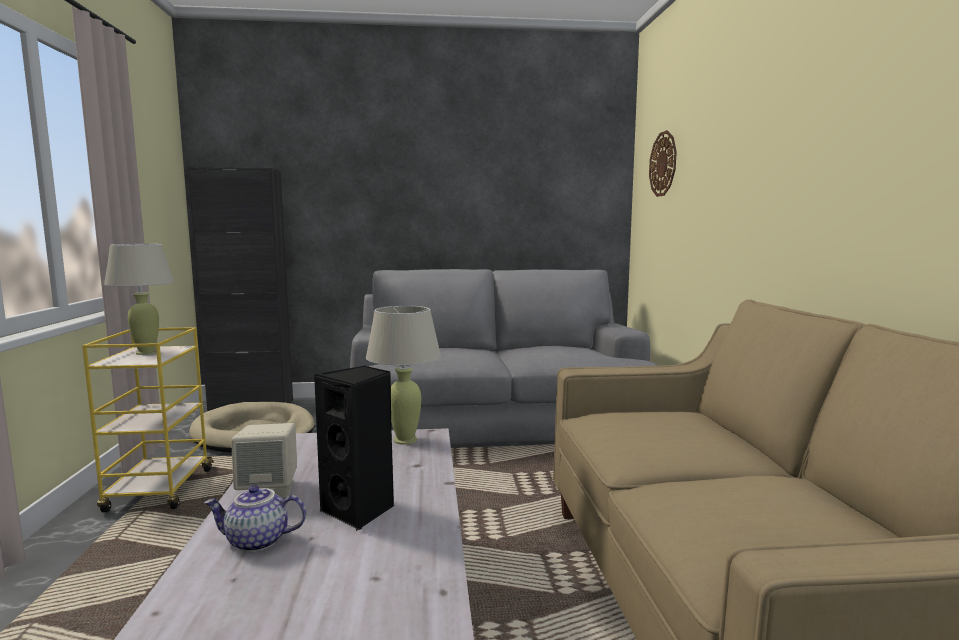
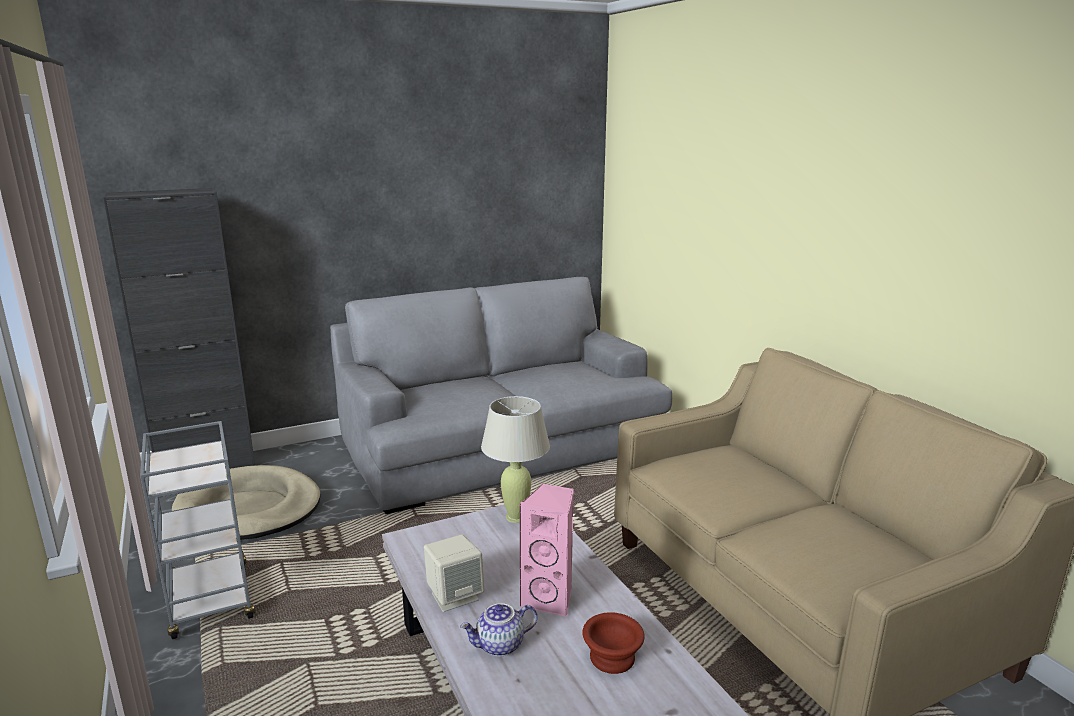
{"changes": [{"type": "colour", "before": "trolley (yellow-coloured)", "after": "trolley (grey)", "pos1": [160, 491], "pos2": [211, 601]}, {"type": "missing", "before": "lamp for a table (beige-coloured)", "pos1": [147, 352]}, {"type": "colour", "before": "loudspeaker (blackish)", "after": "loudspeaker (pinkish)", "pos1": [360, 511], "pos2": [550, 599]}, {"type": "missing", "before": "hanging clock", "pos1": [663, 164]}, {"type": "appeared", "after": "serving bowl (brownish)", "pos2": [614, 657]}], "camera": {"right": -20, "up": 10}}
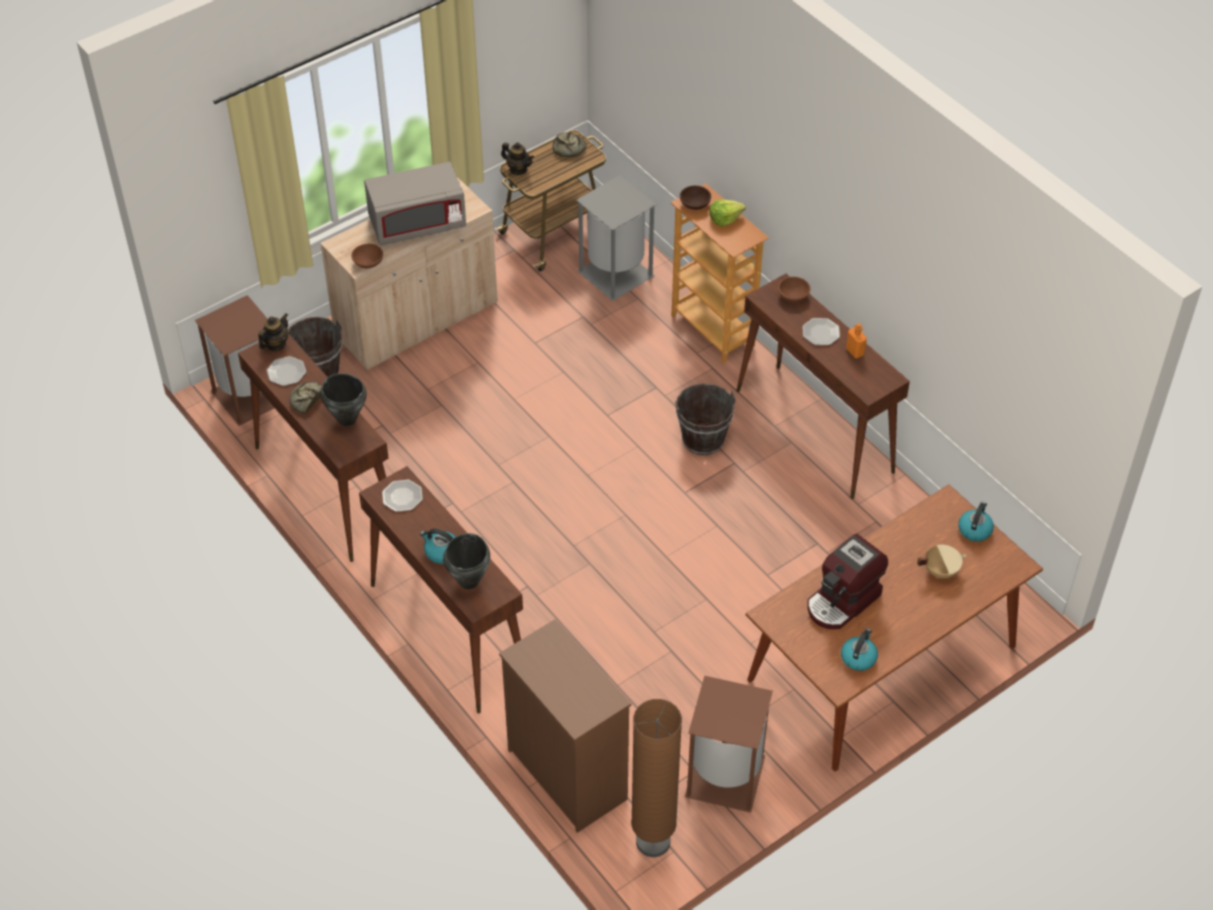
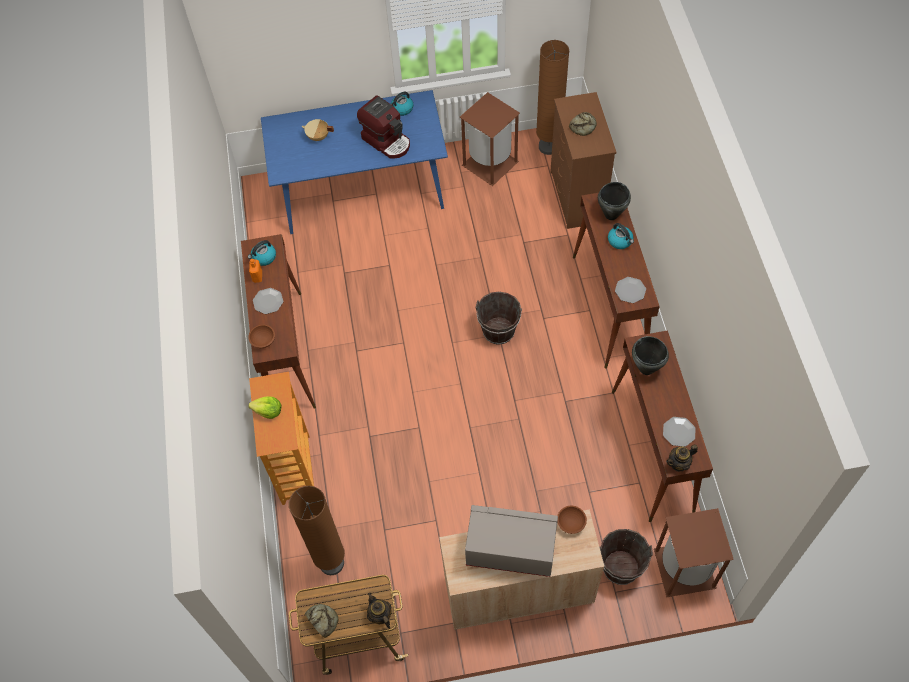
{"changes": [{"type": "relocated", "before": "baked bread", "pos1": [306, 399], "pos2": [583, 126]}, {"type": "exchanged", "before": "rubbish bin (grey)", "after": "floor lamp (brownish)", "pos1": [617, 274], "pos2": [331, 563]}, {"type": "relocated", "before": "bucket (brownish)", "pos1": [703, 440], "pos2": [498, 331]}, {"type": "missing", "before": "serving bowl (brownish)", "pos1": [694, 204]}, {"type": "colour", "before": "dining table (brownish)", "after": "dining table (blue)", "pos1": [881, 664], "pos2": [362, 187]}, {"type": "spun", "before": "coffee brewer", "pos1": [843, 601], "pos2": [387, 141], "turn": 60}, {"type": "relocated", "before": "water kettle", "pos1": [974, 529], "pos2": [264, 257]}], "camera": {"right": -150, "up": 10}}
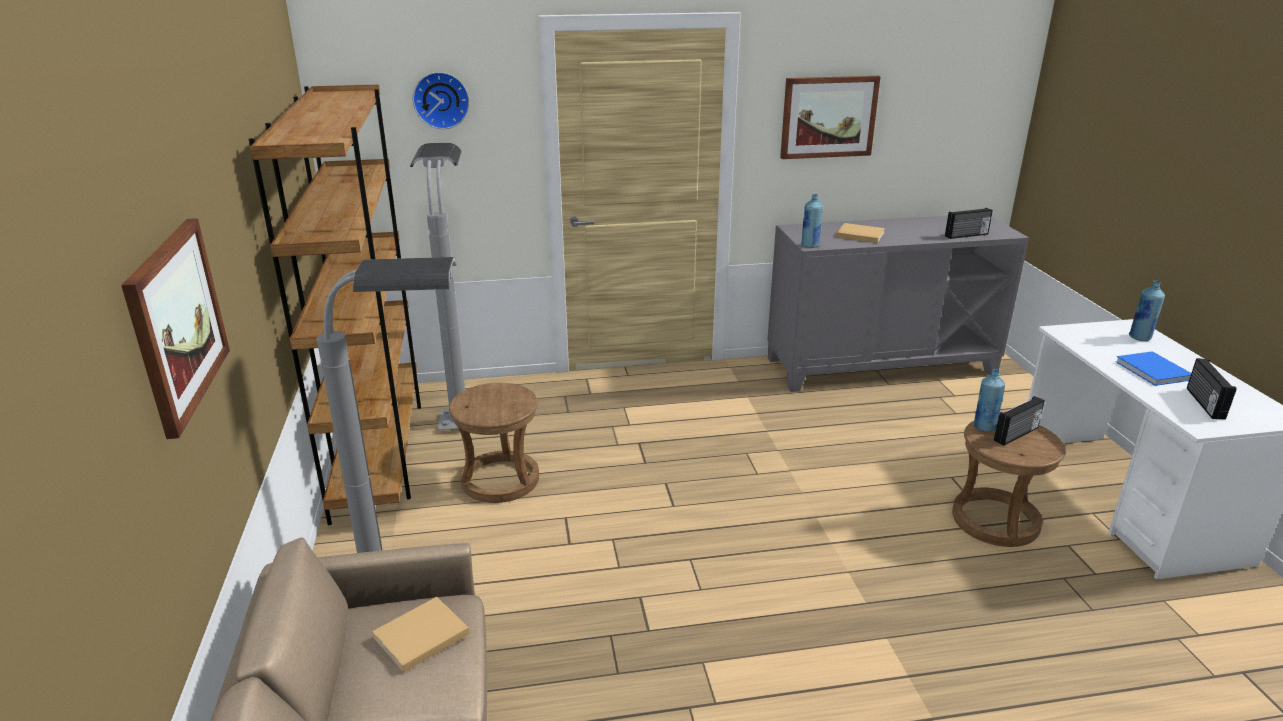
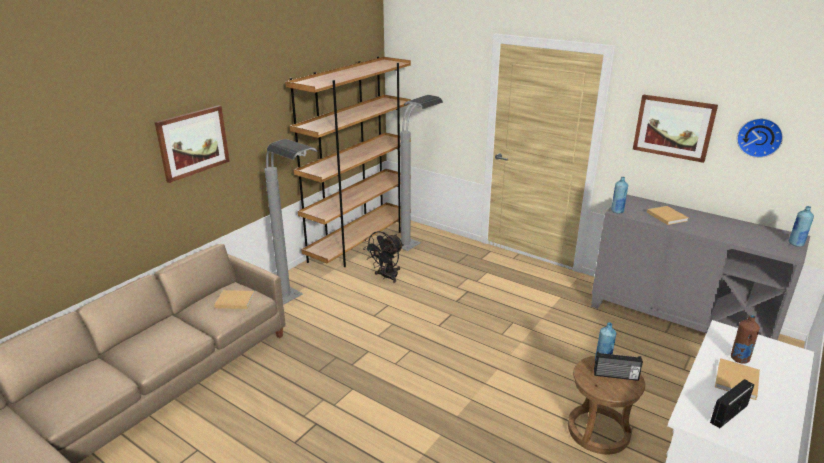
{"changes": [{"type": "relocated", "before": "hanging clock", "pos1": [441, 100], "pos2": [759, 137]}, {"type": "exchanged", "before": "stool seat (brownish)", "after": "electric fan (blackish)", "pos1": [500, 480], "pos2": [386, 277]}, {"type": "missing", "before": "radio receiver", "pos1": [967, 235]}, {"type": "colour", "before": "volume (blue)", "after": "volume (beige-coloured)", "pos1": [1154, 371], "pos2": [736, 381]}, {"type": "relocated", "before": "bottle (blue)", "pos1": [1140, 337], "pos2": [796, 244]}, {"type": "appeared", "after": "bottle (brownish)", "pos2": [739, 358]}], "camera": {"right": 45, "up": 0}}
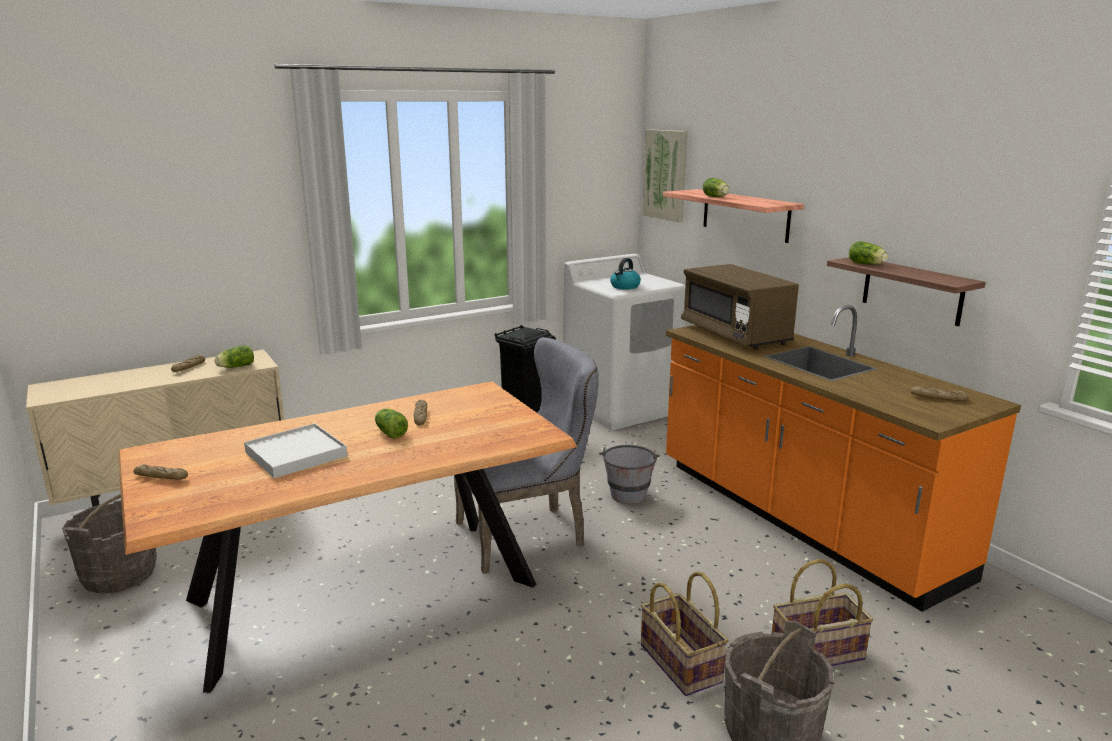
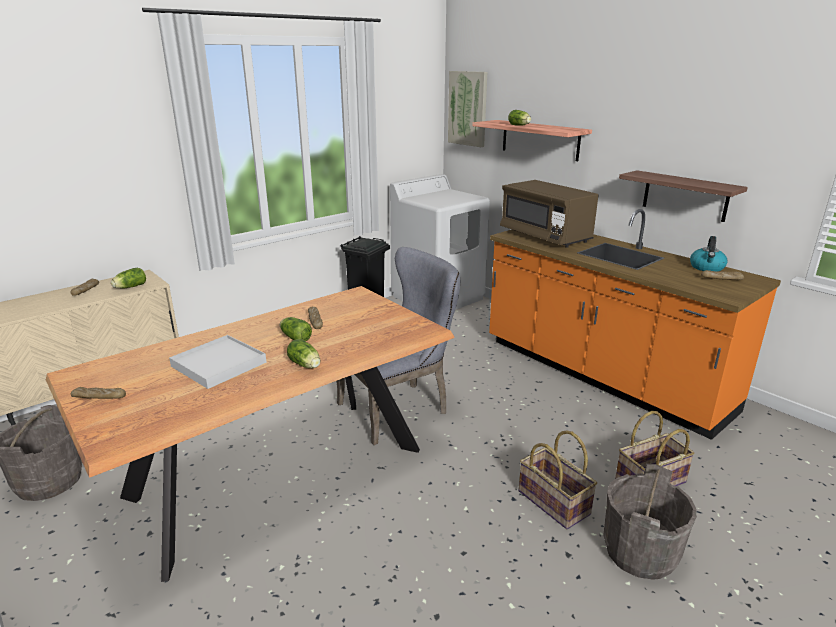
{"changes": [{"type": "missing", "before": "bucket (grey)", "pos1": [628, 492]}, {"type": "relocated", "before": "water kettle", "pos1": [625, 287], "pos2": [707, 268]}, {"type": "relocated", "before": "lettuce head", "pos1": [867, 264], "pos2": [306, 365]}], "camera": {"right": -10, "up": 5}}
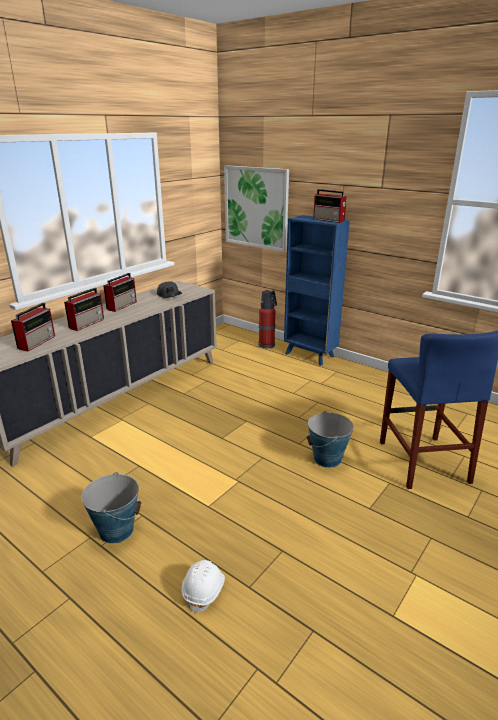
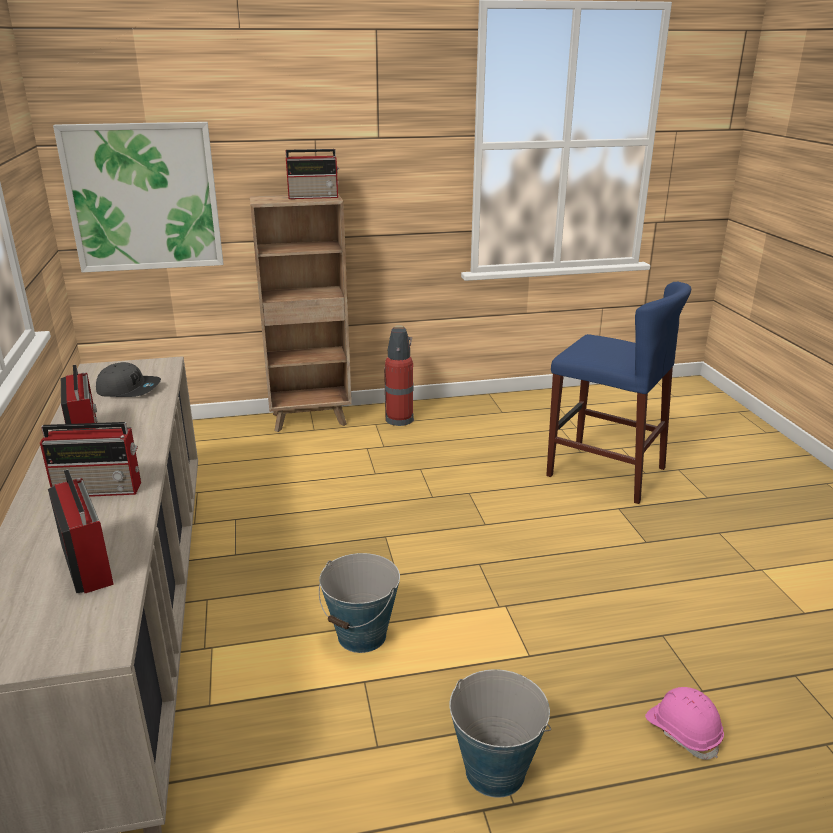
{"changes": [{"type": "spun", "before": "radio receiver", "pos1": [87, 323], "pos2": [100, 489], "turn": 105}, {"type": "colour", "before": "work helmet (white)", "after": "work helmet (pinkish)", "pos1": [204, 590], "pos2": [682, 732]}, {"type": "relocated", "before": "fire extinguisher", "pos1": [267, 345], "pos2": [399, 419]}, {"type": "colour", "before": "bookshelf (blue)", "after": "bookshelf (brownish)", "pos1": [310, 355], "pos2": [311, 419]}, {"type": "relocated", "before": "bucket", "pos1": [327, 459], "pos2": [362, 635]}], "camera": {"right": -50, "up": 0}}
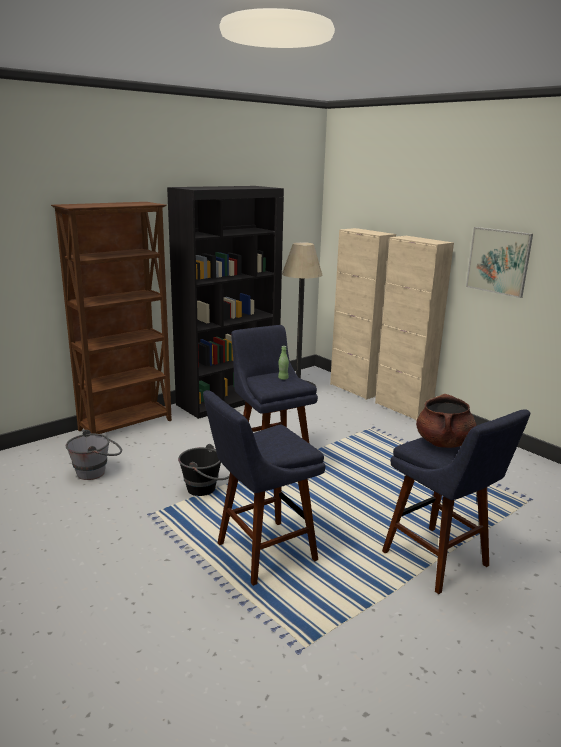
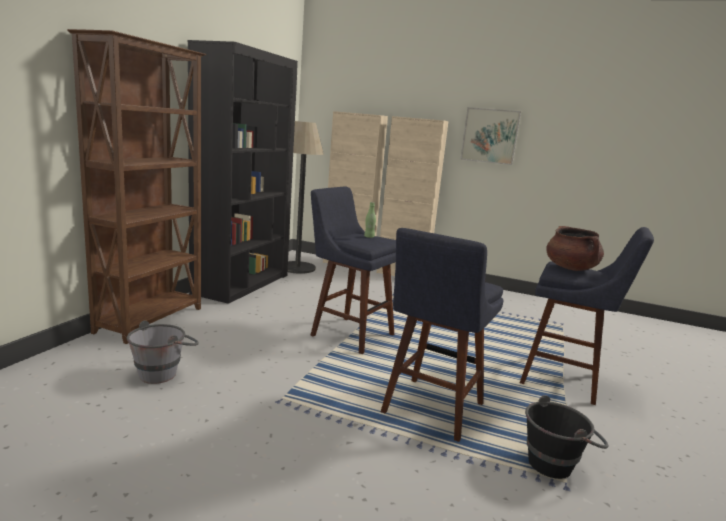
{"changes": [{"type": "relocated", "before": "bucket (blackish)", "pos1": [207, 489], "pos2": [557, 464]}], "camera": {"right": -30, "up": -5}}
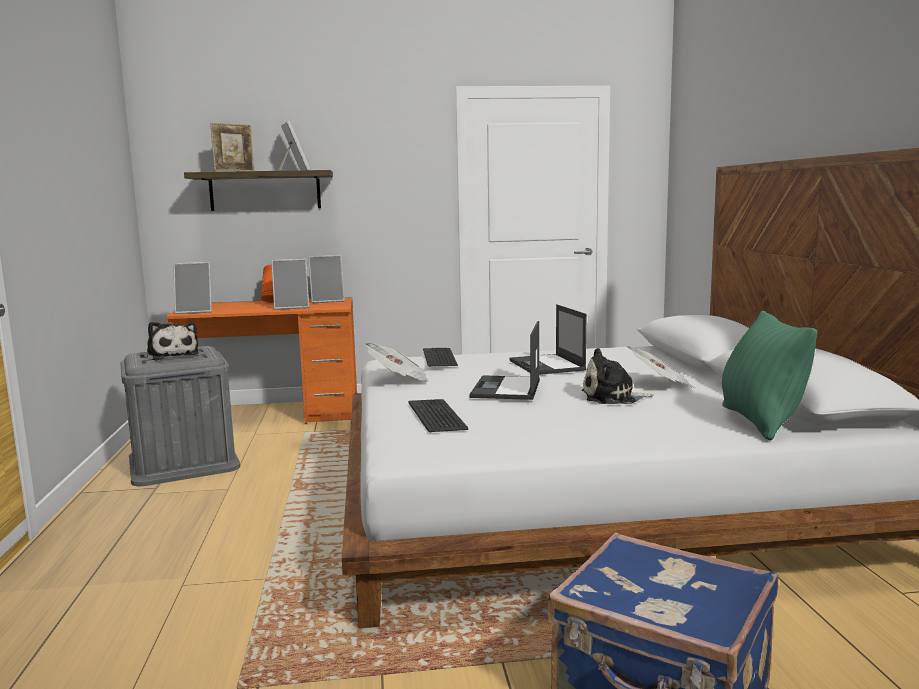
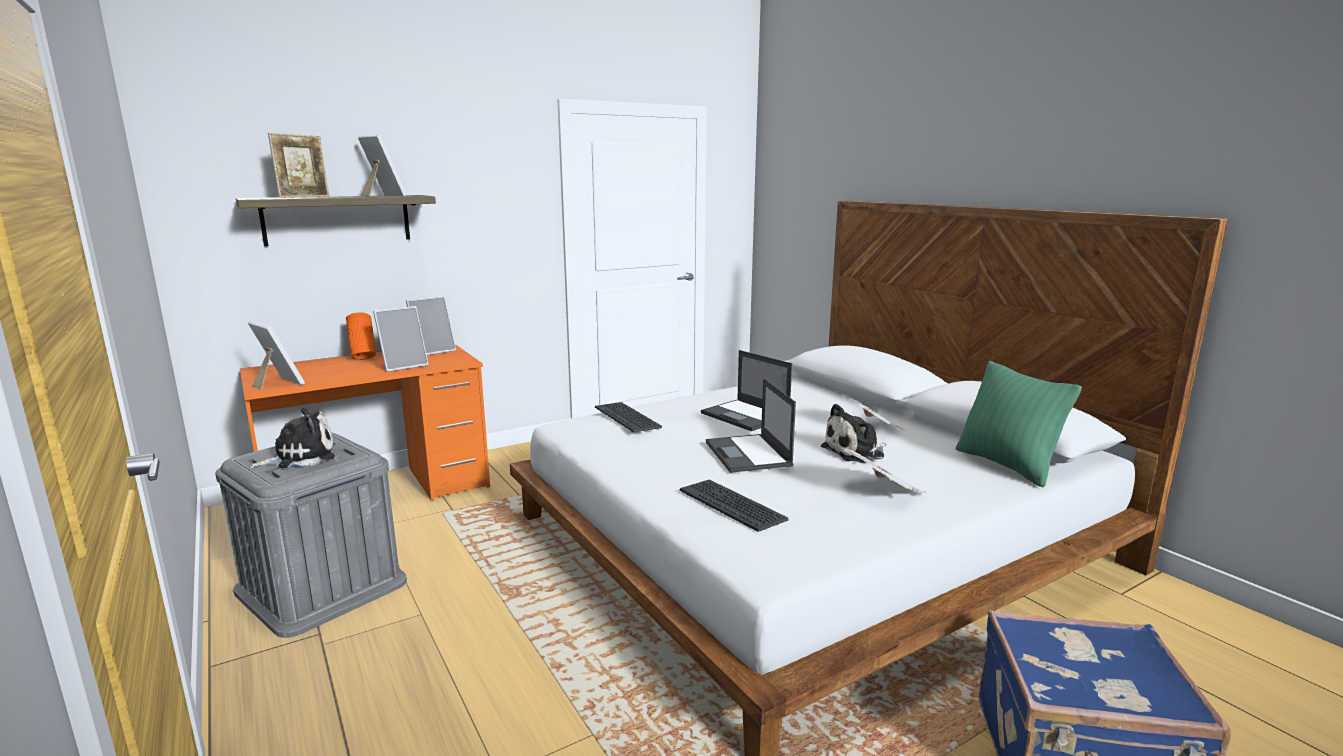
{"changes": [{"type": "spun", "before": "cuddly toy", "pos1": [172, 355], "pos2": [300, 456], "turn": -60}, {"type": "spun", "before": "photo frame", "pos1": [195, 311], "pos2": [277, 384], "turn": -105}, {"type": "relocated", "before": "printed paper", "pos1": [399, 379], "pos2": [882, 492]}], "camera": {"right": -25, "up": 5}}
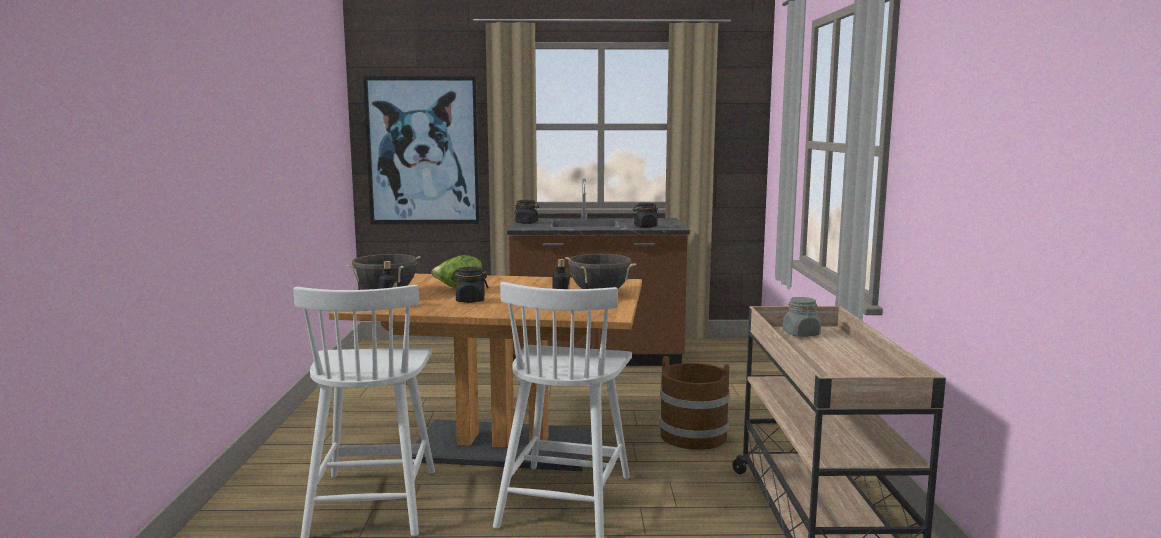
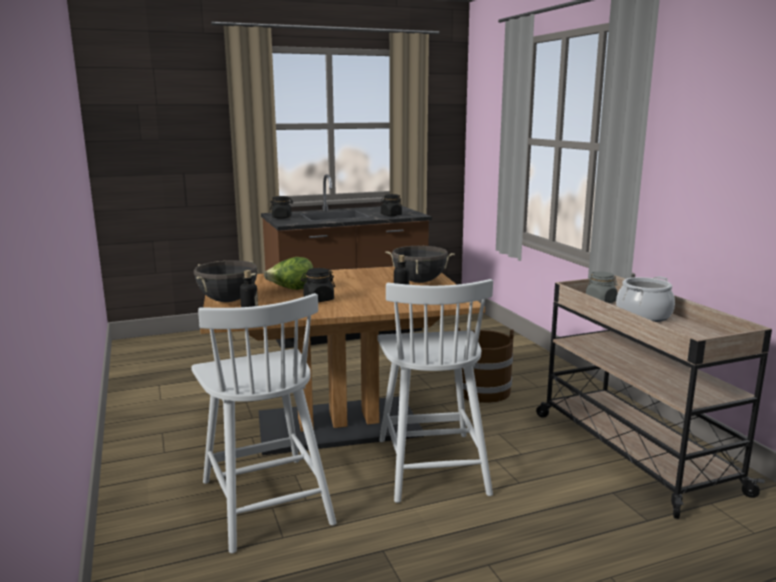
{"changes": [{"type": "missing", "before": "picture", "pos1": [423, 151]}, {"type": "appeared", "after": "saucepot", "pos2": [643, 315]}], "camera": {"right": -20, "up": 5}}
